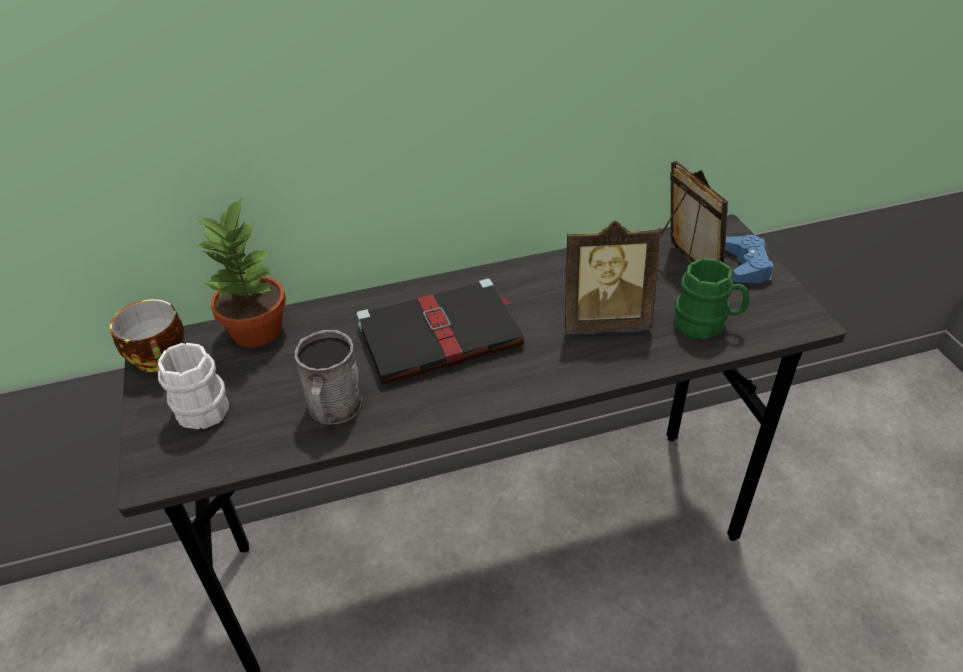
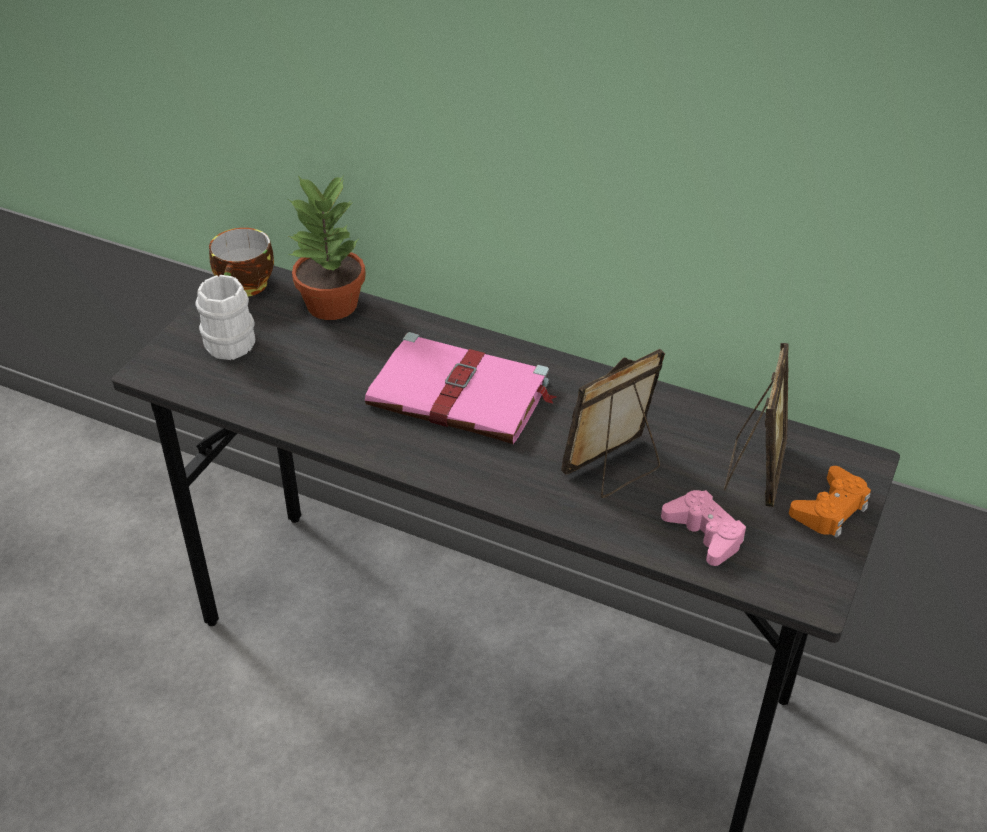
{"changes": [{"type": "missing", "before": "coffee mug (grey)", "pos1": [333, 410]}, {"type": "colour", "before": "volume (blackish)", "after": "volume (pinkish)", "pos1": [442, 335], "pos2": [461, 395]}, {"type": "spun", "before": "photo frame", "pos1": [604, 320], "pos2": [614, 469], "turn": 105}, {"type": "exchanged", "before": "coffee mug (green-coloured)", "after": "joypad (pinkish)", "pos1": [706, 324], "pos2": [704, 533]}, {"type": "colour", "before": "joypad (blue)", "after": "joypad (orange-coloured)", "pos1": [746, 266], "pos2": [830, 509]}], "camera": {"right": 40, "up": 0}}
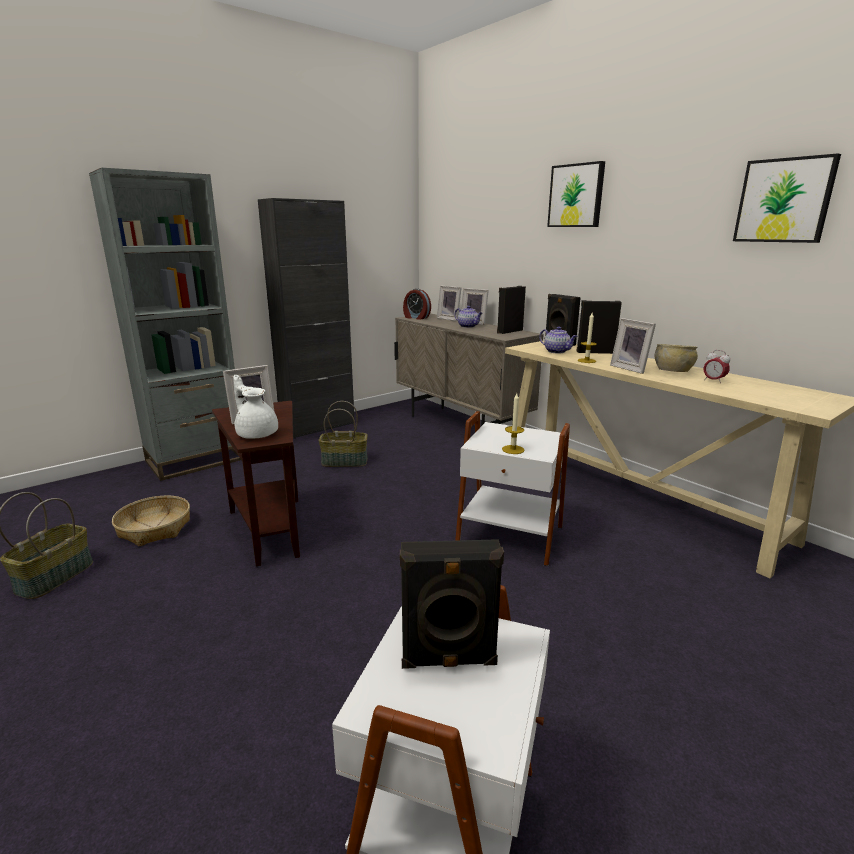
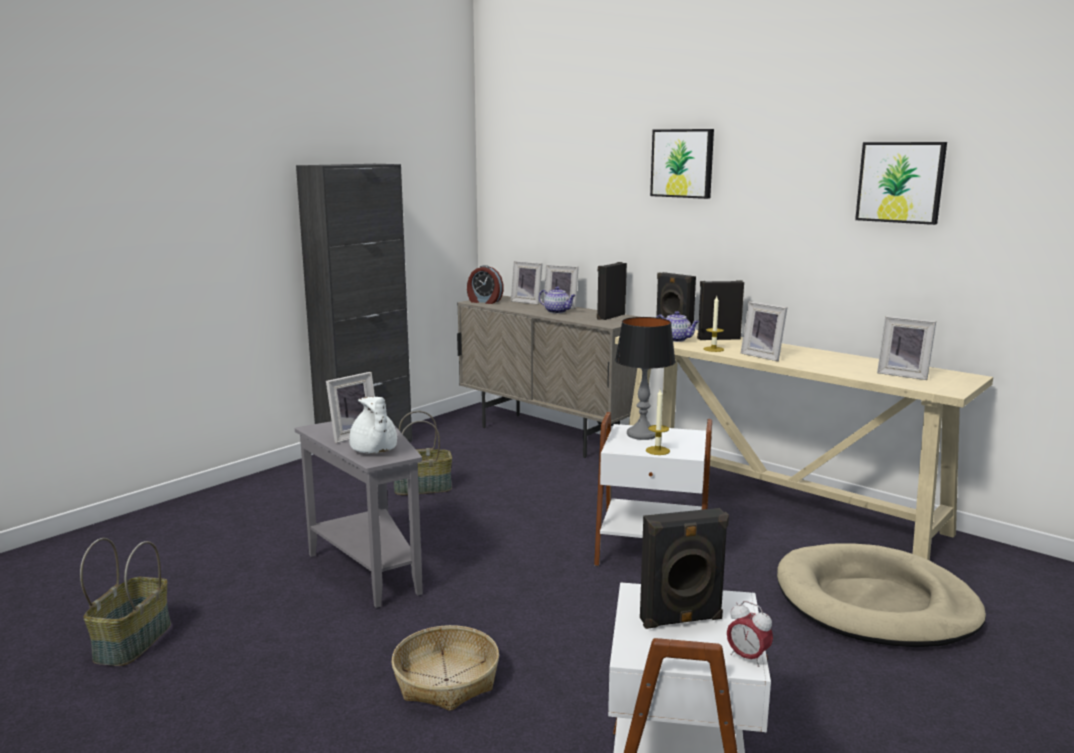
{"changes": [{"type": "missing", "before": "bookshelf (grey)", "pos1": [196, 460]}, {"type": "relocated", "before": "basket", "pos1": [155, 528], "pos2": [446, 680]}, {"type": "colour", "before": "side table (brownish)", "after": "side table (grey)", "pos1": [270, 528], "pos2": [369, 568]}, {"type": "spun", "before": "teapot (white)", "pos1": [256, 433], "pos2": [374, 451], "turn": -150}, {"type": "missing", "before": "serving bowl (beige-coloured)", "pos1": [673, 371]}, {"type": "relocated", "before": "bedside clock", "pos1": [713, 381], "pos2": [747, 658]}, {"type": "appeared", "after": "lamp for a table", "pos2": [642, 434]}, {"type": "appeared", "after": "dog cushion (beige-coloured)", "pos2": [875, 603]}, {"type": "appeared", "after": "photo frame", "pos2": [903, 374]}], "camera": {"right": -10, "up": -5}}
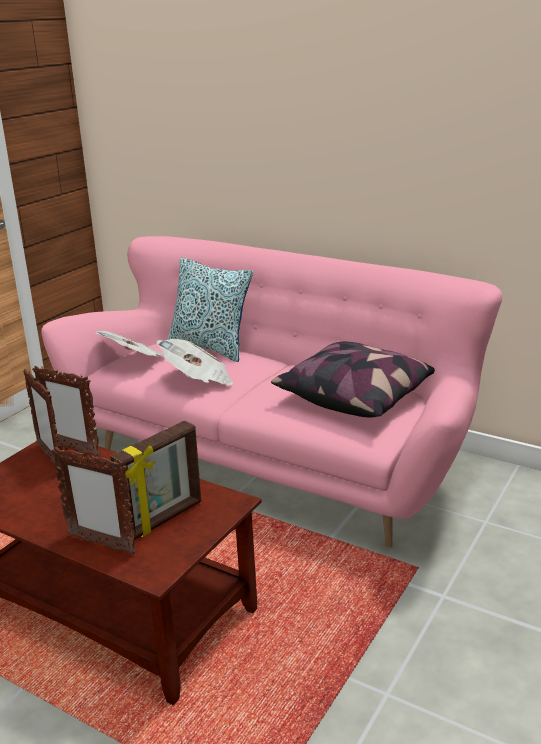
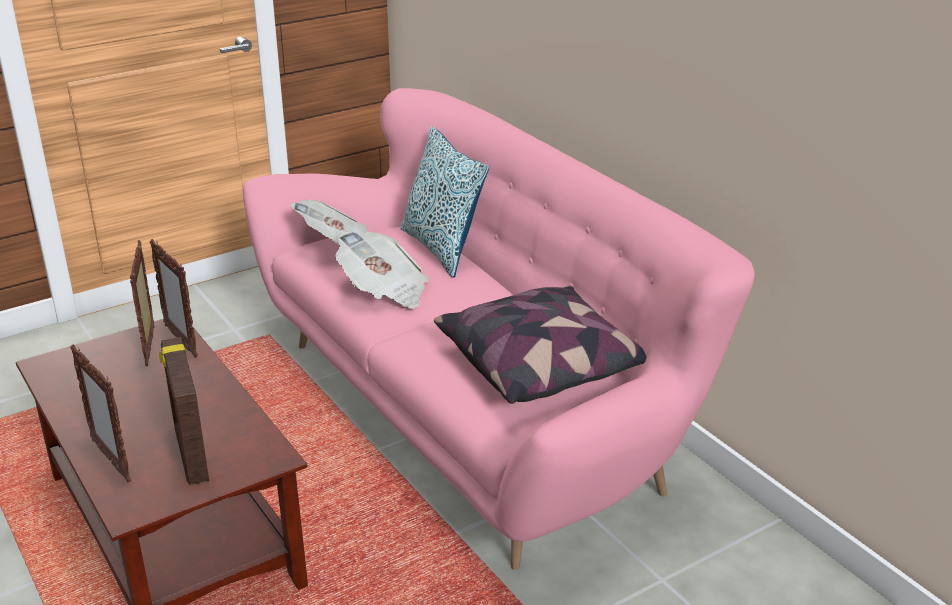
{"changes": [{"type": "spun", "before": "photo frame", "pos1": [163, 519], "pos2": [190, 454], "turn": 90}], "camera": {"right": 25, "up": 5}}
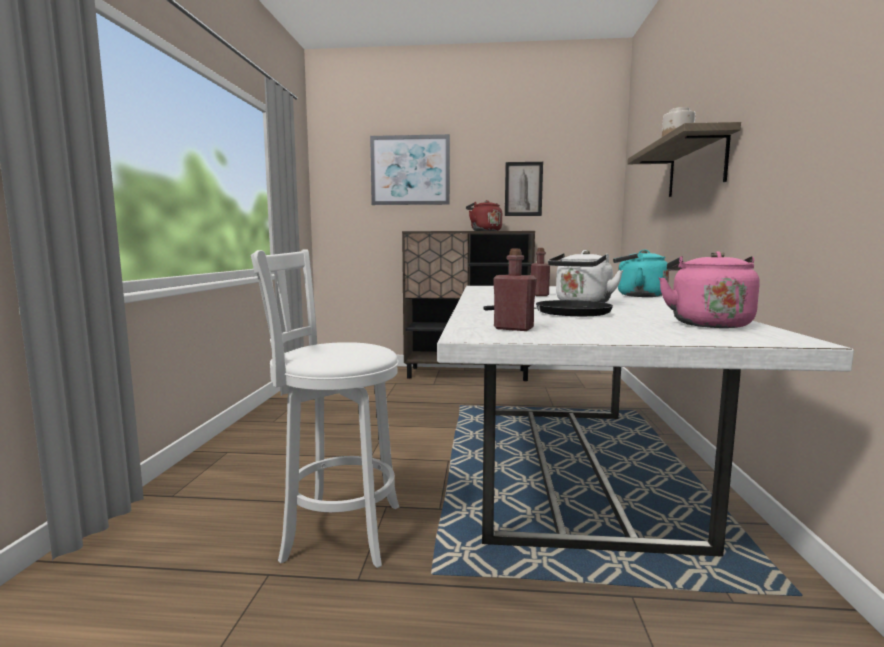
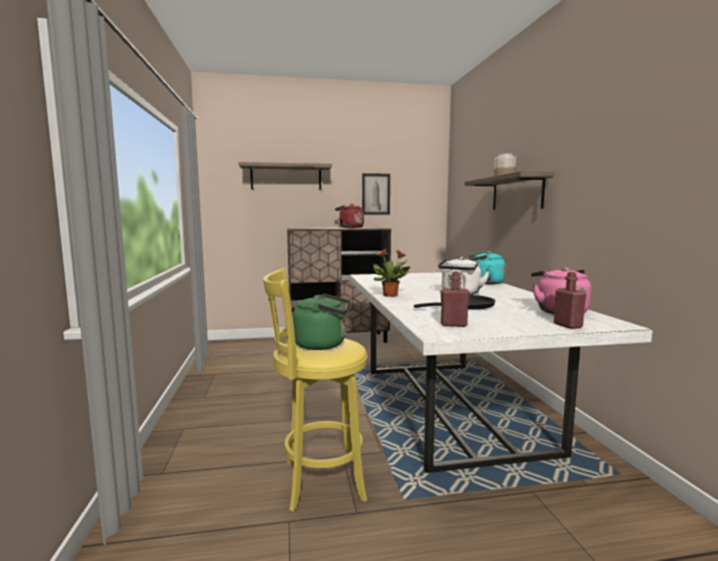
{"changes": [{"type": "colour", "before": "stool seat (white)", "after": "stool seat (yellow-coloured)", "pos1": [336, 531], "pos2": [318, 480]}, {"type": "exchanged", "before": "picture", "after": "bracket shelf", "pos1": [410, 170], "pos2": [286, 177]}, {"type": "relocated", "before": "bottle (red)", "pos1": [539, 295], "pos2": [567, 325]}, {"type": "appeared", "after": "water kettle (green-coloured)", "pos2": [323, 344]}, {"type": "appeared", "after": "houseplant", "pos2": [391, 295]}], "camera": {"right": -15, "up": 0}}
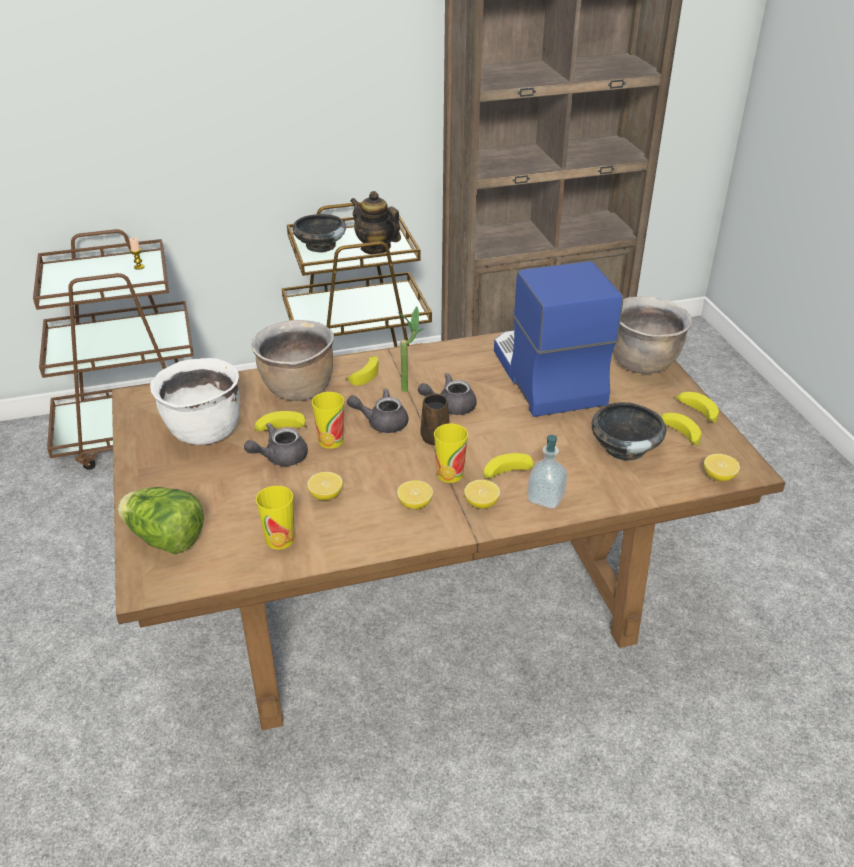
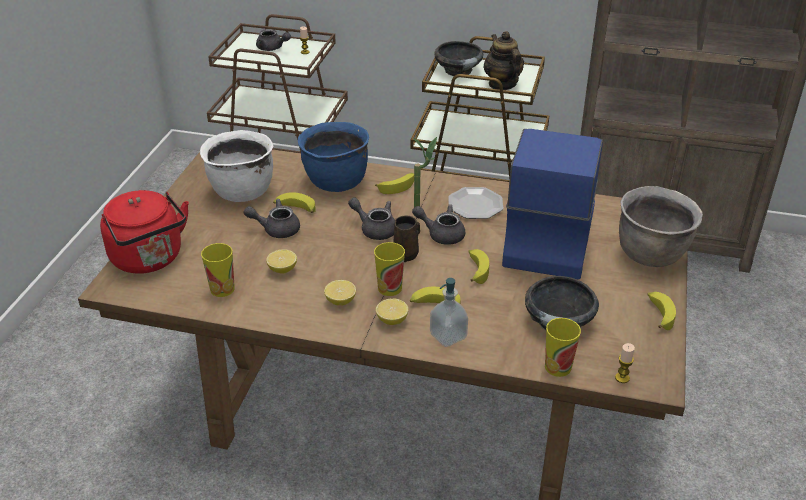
{"changes": [{"type": "exchanged", "before": "lettuce head", "after": "water kettle (red)", "pos1": [165, 539], "pos2": [150, 259]}, {"type": "colour", "before": "saucepot (brownish)", "after": "saucepot (blue)", "pos1": [297, 390], "pos2": [335, 182]}, {"type": "relocated", "before": "small cup", "pos1": [331, 440], "pos2": [558, 367]}, {"type": "relocated", "before": "banana fruit", "pos1": [678, 433], "pos2": [476, 270]}, {"type": "exchanged", "before": "whole lemon", "after": "wax candle", "pos1": [719, 477], "pos2": [622, 378]}, {"type": "appeared", "after": "teapot (grey)", "pos2": [272, 48]}, {"type": "appeared", "after": "dinner plate", "pos2": [474, 205]}], "camera": {"right": 30, "up": 0}}
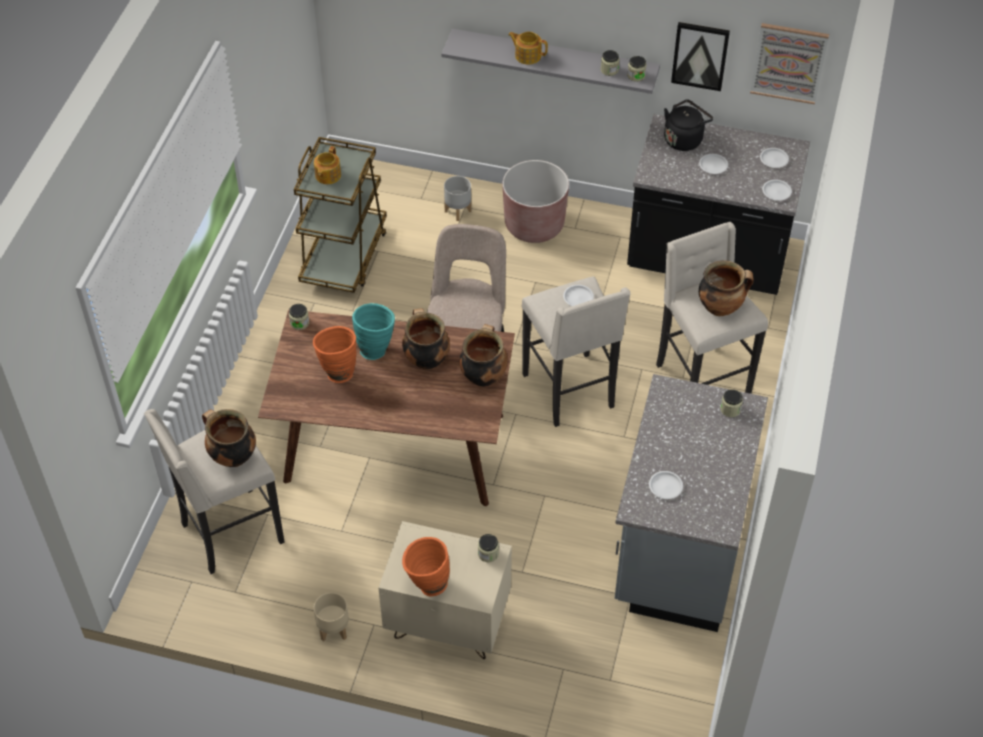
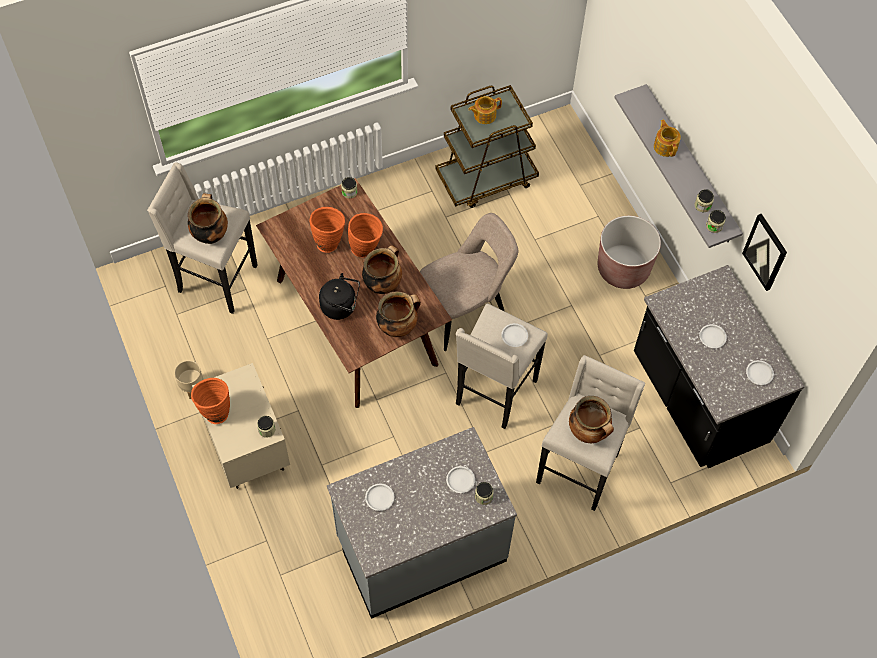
{"changes": [{"type": "colour", "before": "decorative vase (turquoise-coloured)", "after": "decorative vase (orange-coloured)", "pos1": [376, 348], "pos2": [366, 249]}, {"type": "missing", "before": "flower pot (grey)", "pos1": [457, 211]}, {"type": "relocated", "before": "water kettle (blackish)", "pos1": [684, 139], "pos2": [341, 306]}, {"type": "missing", "before": "picture", "pos1": [789, 62]}, {"type": "relocated", "before": "dinner plate (white)", "pos1": [776, 191], "pos2": [460, 480]}], "camera": {"right": 50, "up": 10}}
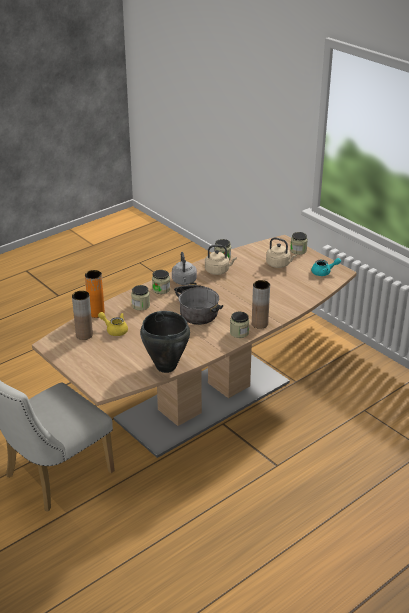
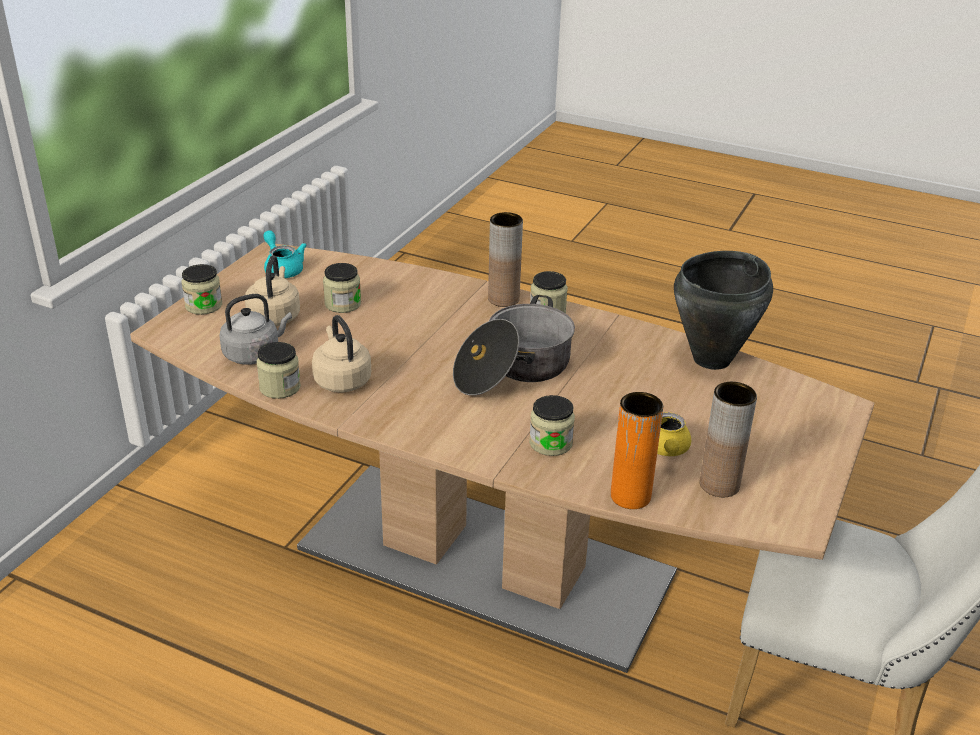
{"changes": [{"type": "relocated", "before": "storage jar", "pos1": [161, 289], "pos2": [343, 304]}, {"type": "relocated", "before": "water kettle (grey)", "pos1": [184, 282], "pos2": [254, 354]}], "camera": {"right": -115, "up": 0}}
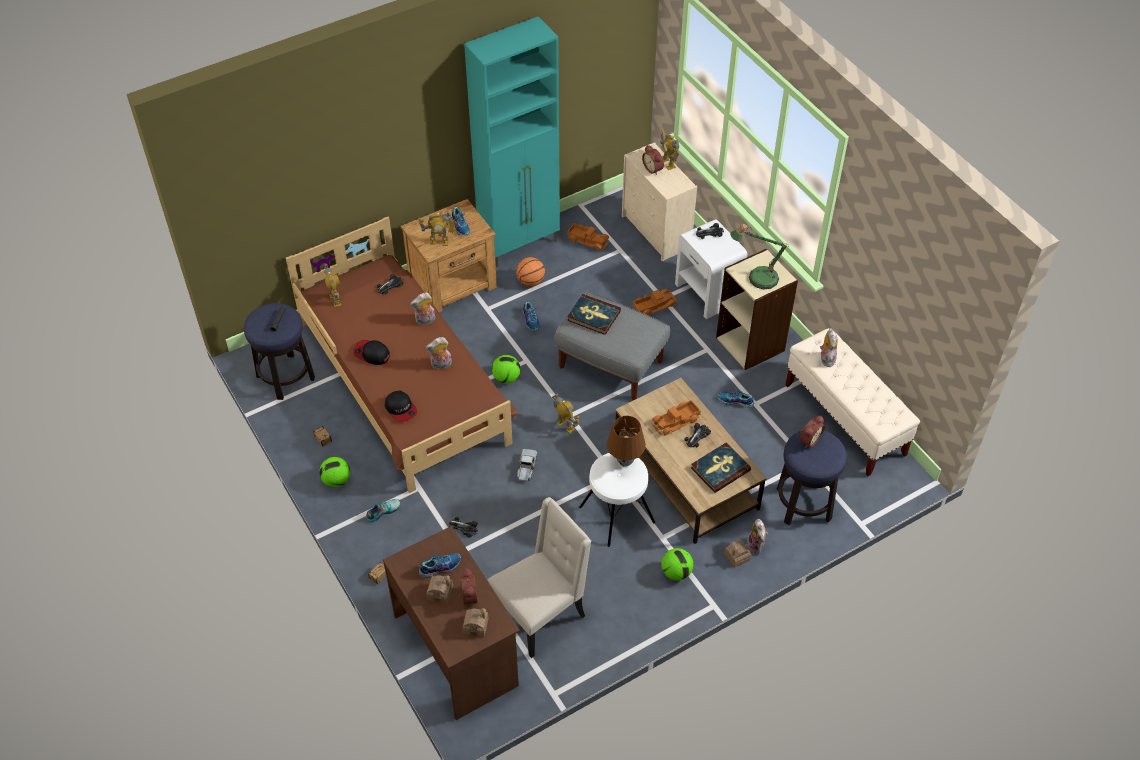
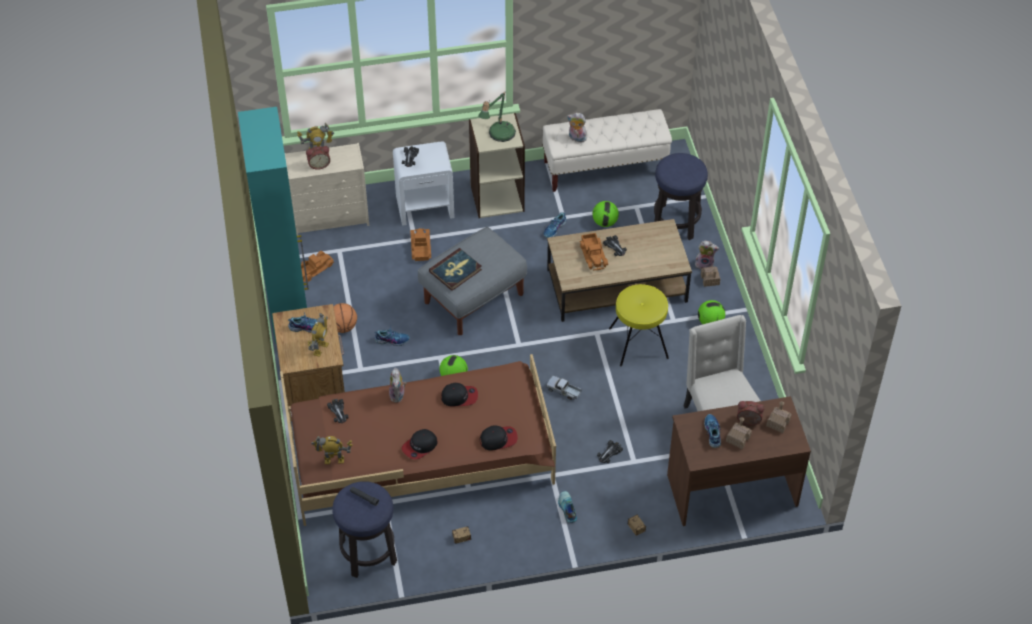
{"changes": [{"type": "relocated", "before": "ball for football", "pos1": [336, 480], "pos2": [605, 222]}, {"type": "exchanged", "before": "cuddly toy", "after": "peaked cap", "pos1": [441, 365], "pos2": [459, 397]}, {"type": "missing", "before": "model robot", "pos1": [565, 426]}, {"type": "colour", "before": "stool seat (white)", "after": "stool seat (yellow-coloured)", "pos1": [616, 515], "pos2": [639, 343]}, {"type": "missing", "before": "lamp for a table (brownish)", "pos1": [624, 461]}, {"type": "missing", "before": "volume", "pos1": [720, 469]}, {"type": "missing", "before": "bedside clock", "pos1": [808, 439]}], "camera": {"right": -70, "up": 0}}
